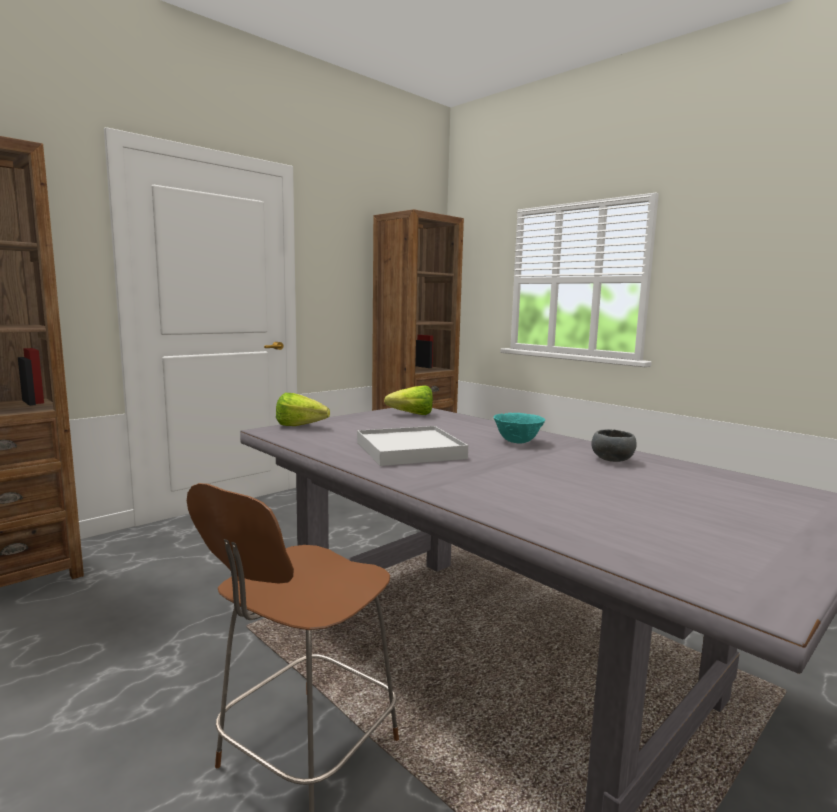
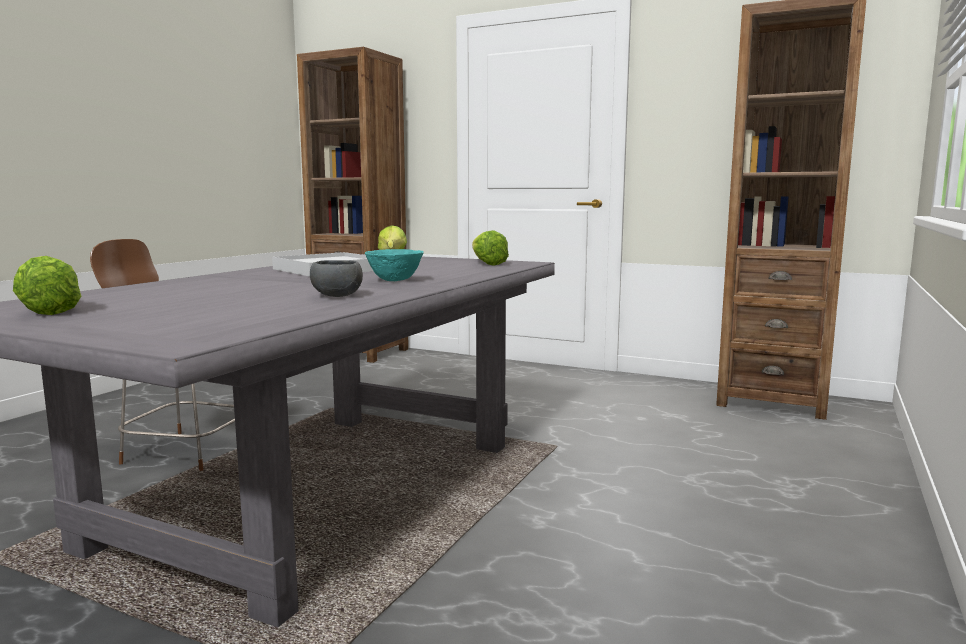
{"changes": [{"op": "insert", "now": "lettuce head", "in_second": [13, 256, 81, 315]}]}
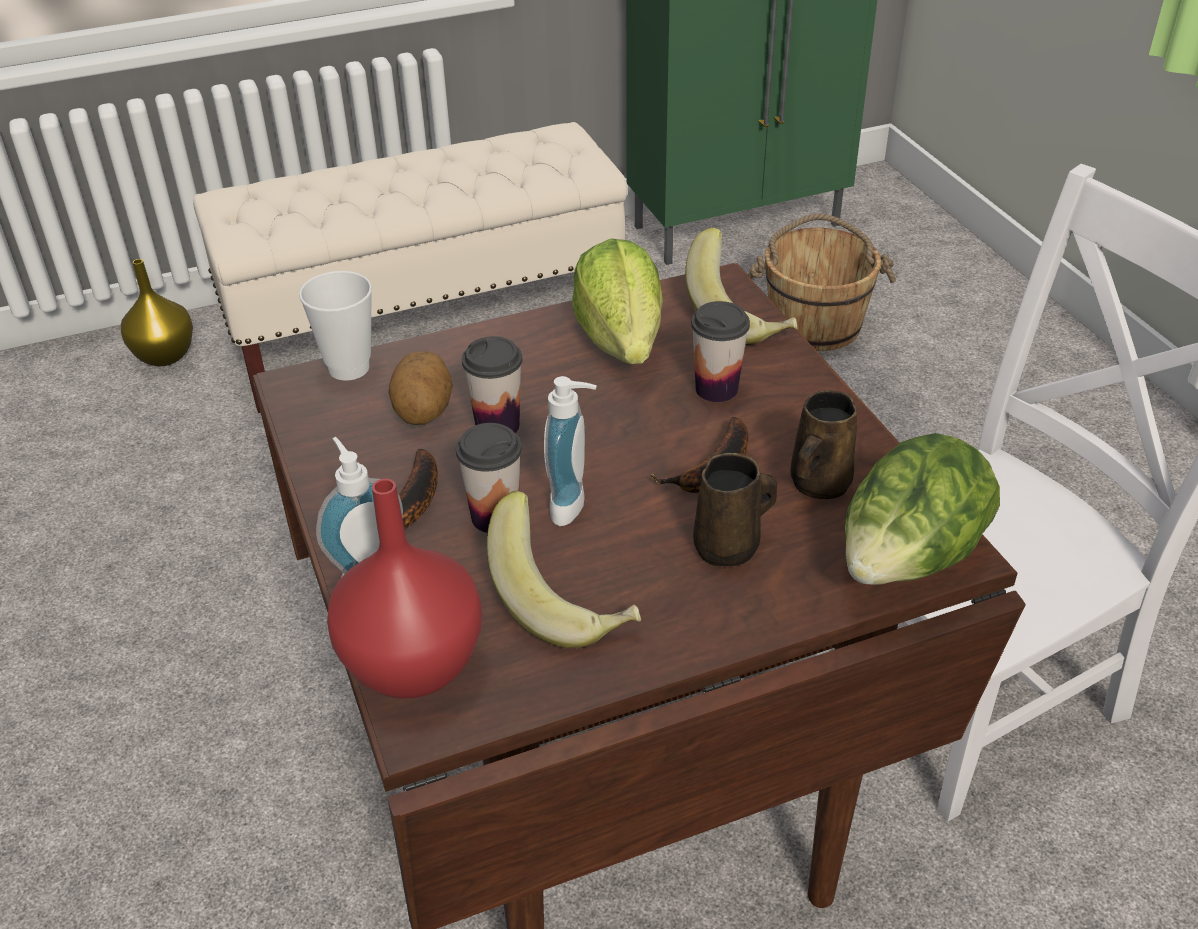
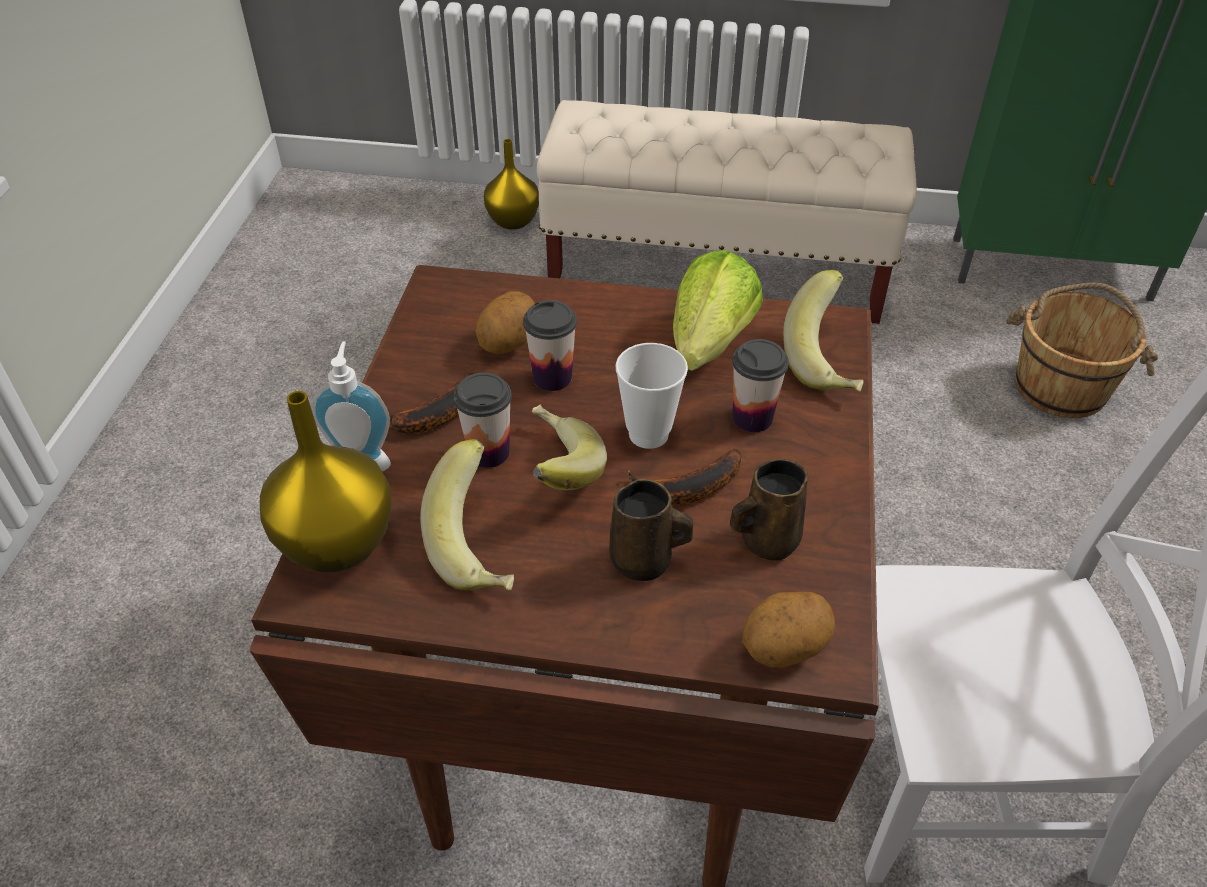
{"changes": [{"op": "move", "was": "cup", "in_first": [299, 271, 372, 381], "in_second": [615, 343, 688, 449]}, {"op": "recolor", "was": "reddish vase", "now": "yellow-coloured vase", "in_first": [327, 479, 482, 699], "in_second": [260, 391, 392, 572]}, {"op": "replace", "was": "soap bottle", "now": "banana fruit", "in_first": [544, 376, 597, 526], "in_second": [532, 405, 607, 490]}, {"op": "replace", "was": "lettuce head", "now": "potato", "in_first": [845, 433, 1000, 585], "in_second": [742, 592, 835, 667]}]}
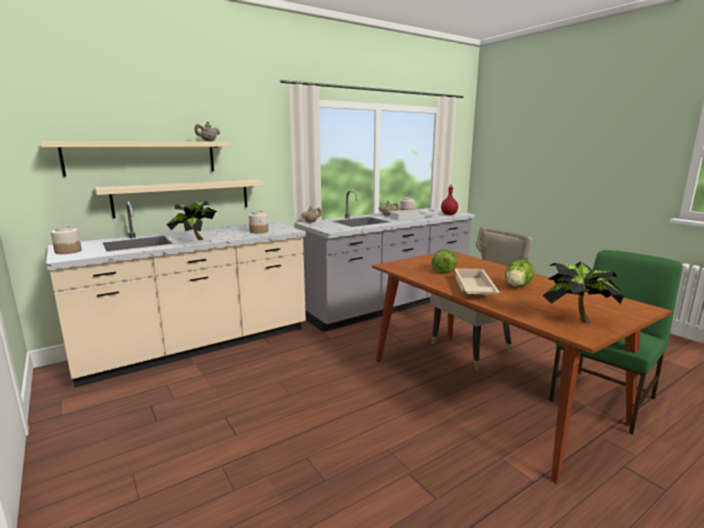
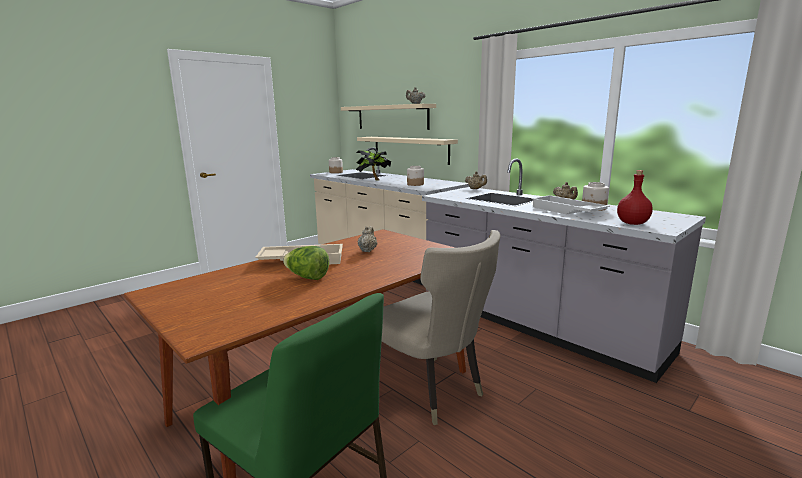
{"changes": [{"op": "replace", "was": "lettuce head", "now": "beige-coloured tea pot", "in_first": [431, 249, 457, 274], "in_second": [358, 226, 378, 252]}, {"op": "delete", "was": "plant in a pot", "in_first": [542, 262, 624, 324]}]}
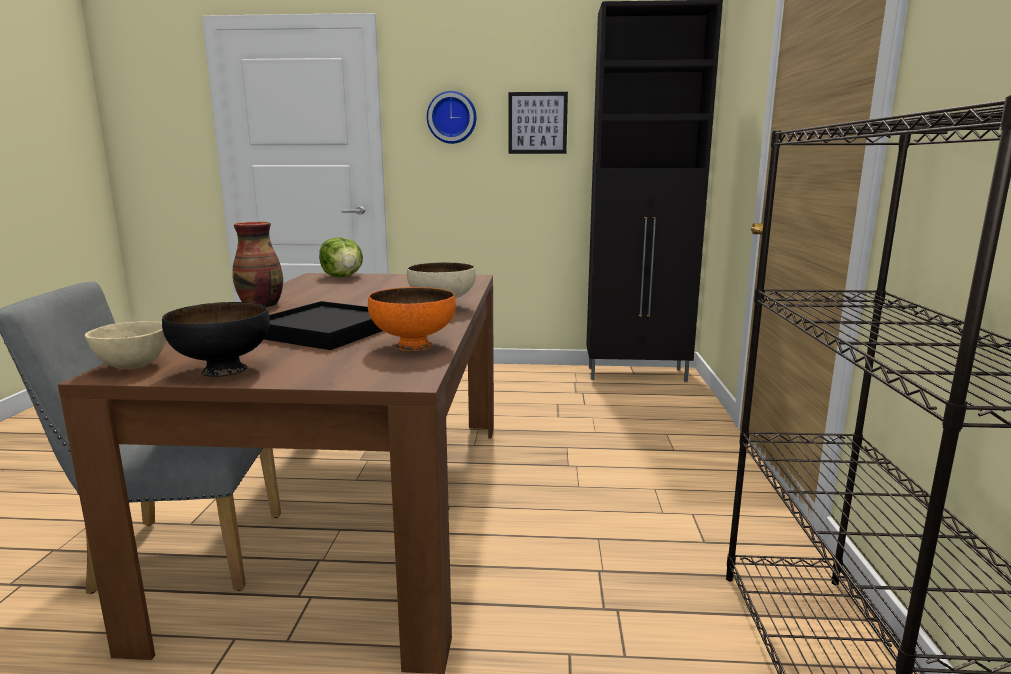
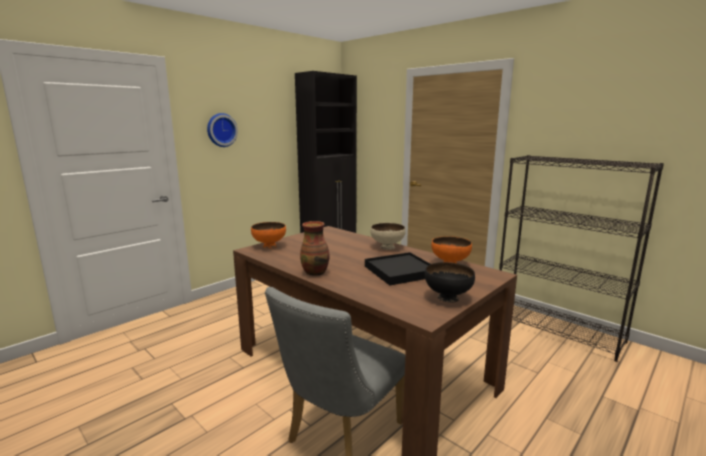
{"changes": [{"op": "delete", "was": "beige-coloured bowl", "in_first": [85, 321, 166, 369]}, {"op": "replace", "was": "lettuce head", "now": "orangey bowl", "in_first": [319, 237, 363, 277], "in_second": [251, 222, 286, 249]}, {"op": "delete", "was": "wall art", "in_first": [508, 92, 568, 154]}]}
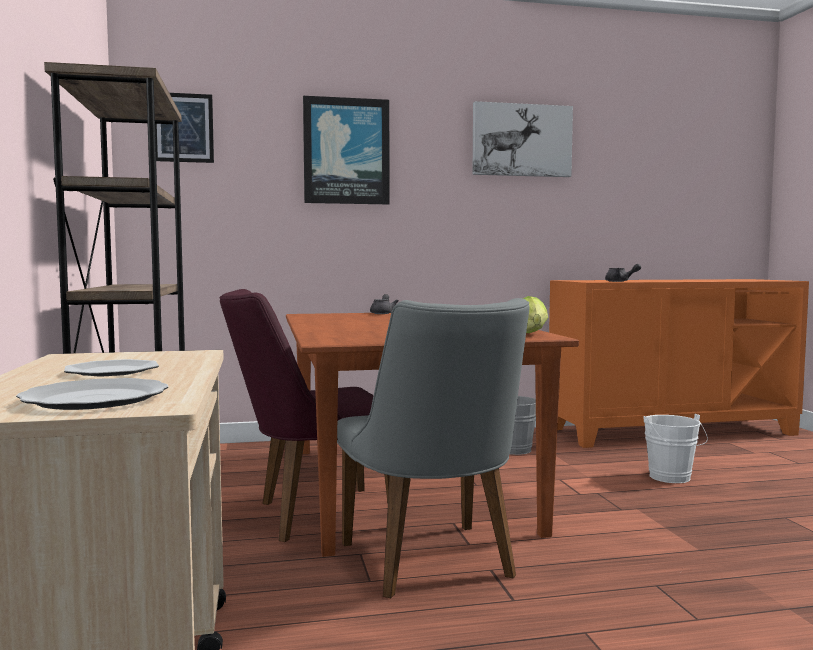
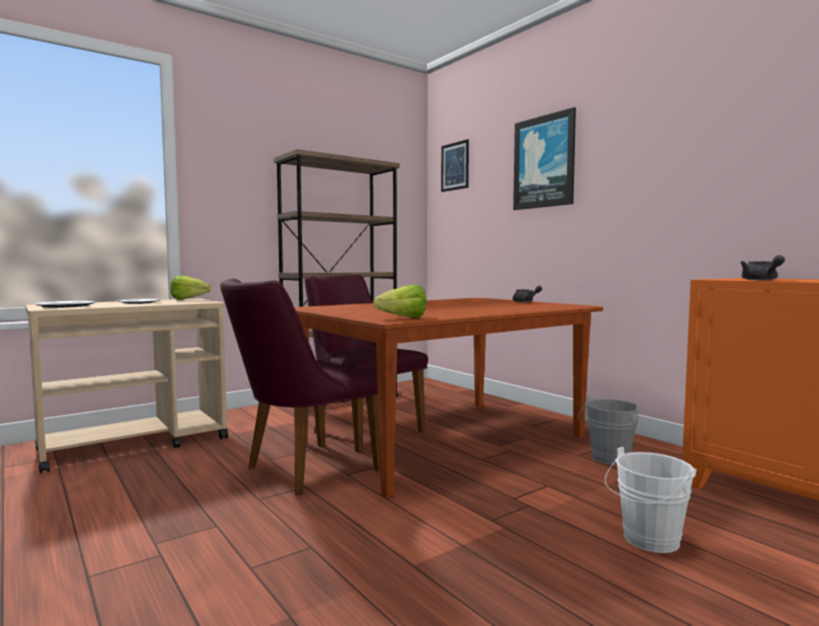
{"changes": [{"op": "recolor", "was": "grey plain chair", "now": "purple plain chair", "in_first": [337, 298, 530, 598], "in_second": [220, 278, 380, 495]}, {"op": "delete", "was": "wall art", "in_first": [472, 101, 573, 177]}, {"op": "insert", "now": "lettuce head", "in_second": [170, 275, 211, 300]}]}
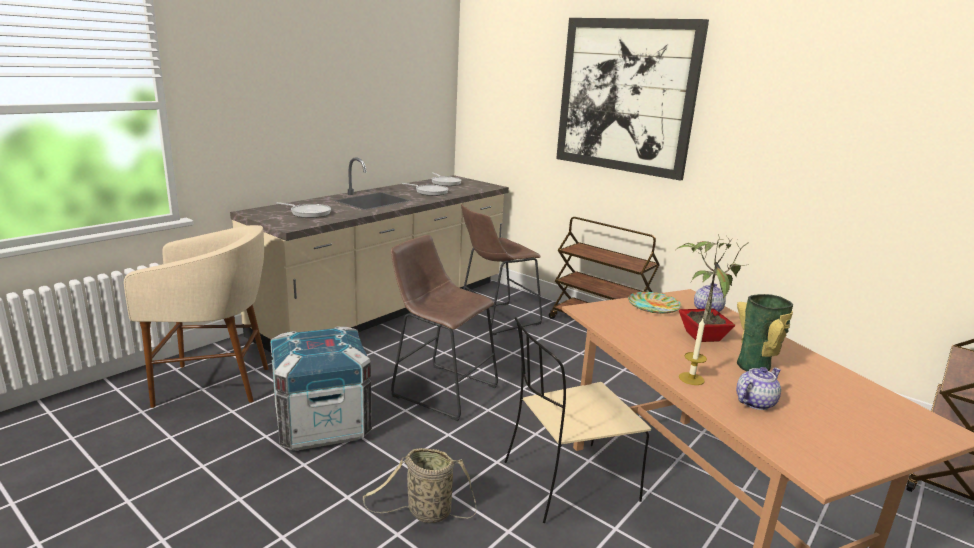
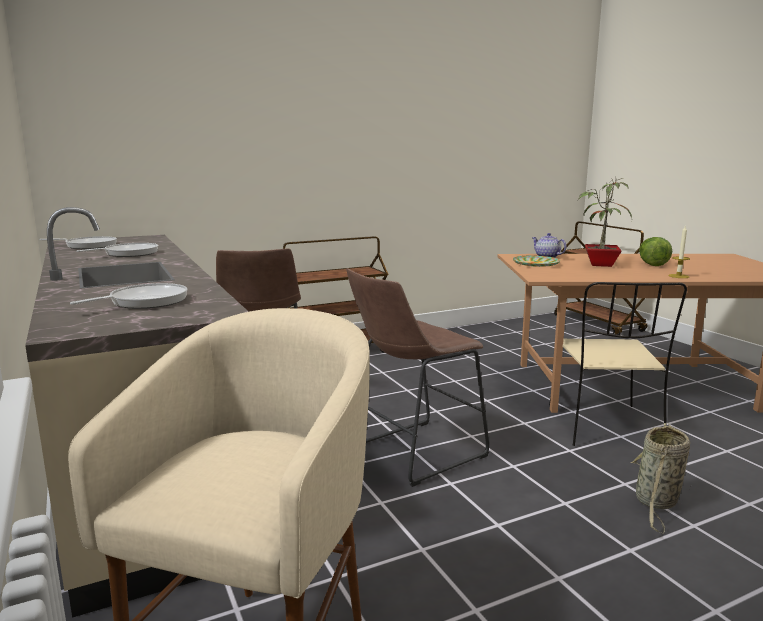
{"changes": [{"op": "delete", "was": "shipping crate", "in_first": [270, 327, 372, 451]}, {"op": "delete", "was": "wall art", "in_first": [556, 18, 709, 181]}, {"op": "delete", "was": "tea pot", "in_first": [736, 367, 781, 410]}, {"op": "replace", "was": "vase", "now": "lettuce head", "in_first": [737, 294, 793, 371], "in_second": [639, 237, 672, 266]}]}
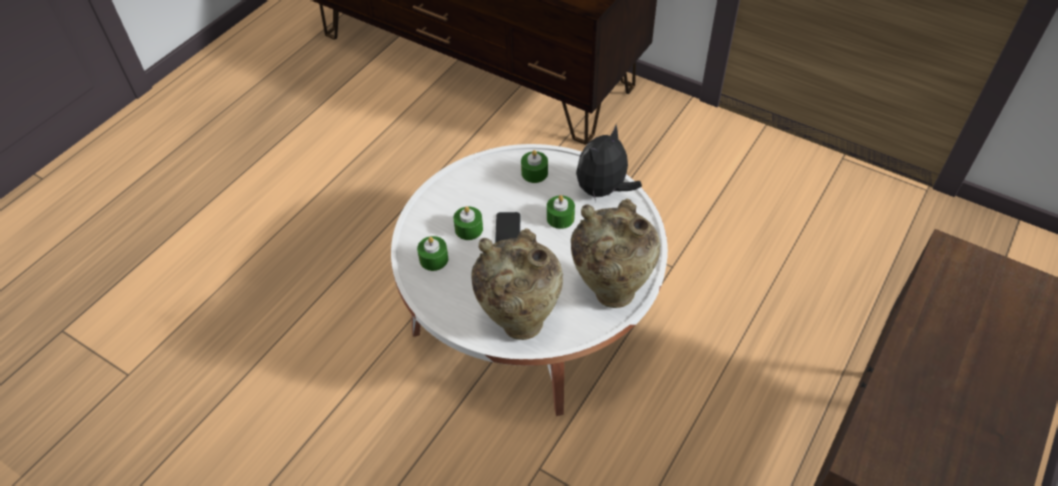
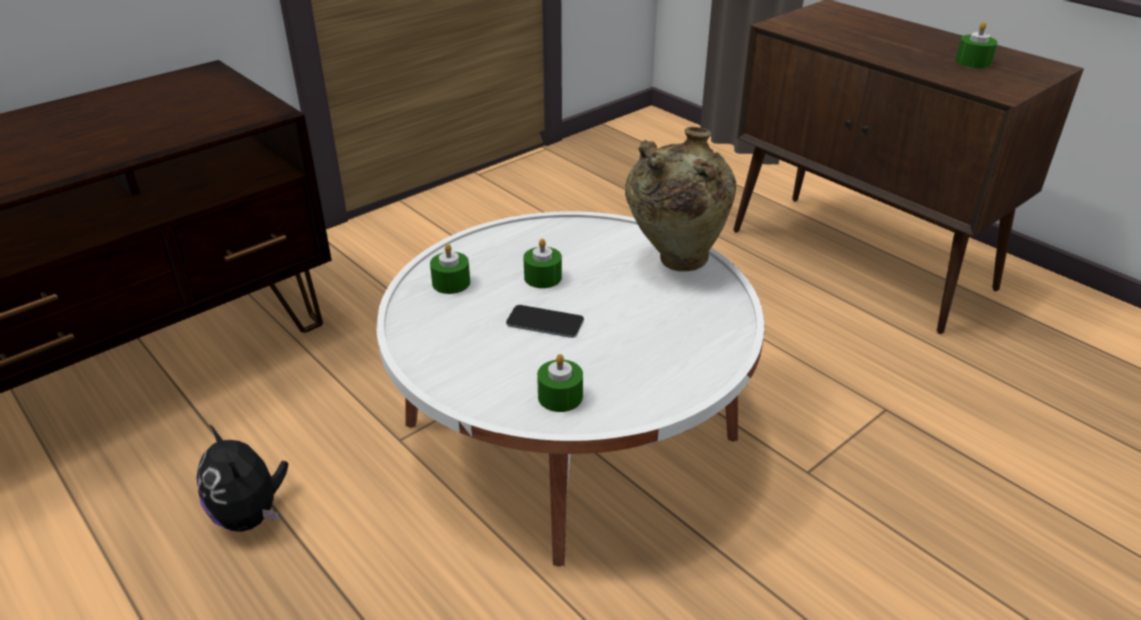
{"changes": [{"op": "move", "was": "green-coloured wax candle", "in_first": [453, 206, 483, 240], "in_second": [955, 21, 998, 68]}, {"op": "delete", "was": "beige-coloured vase", "in_first": [472, 228, 563, 340]}, {"op": "move", "was": "soft toy", "in_first": [576, 125, 642, 201], "in_second": [196, 424, 288, 532]}]}
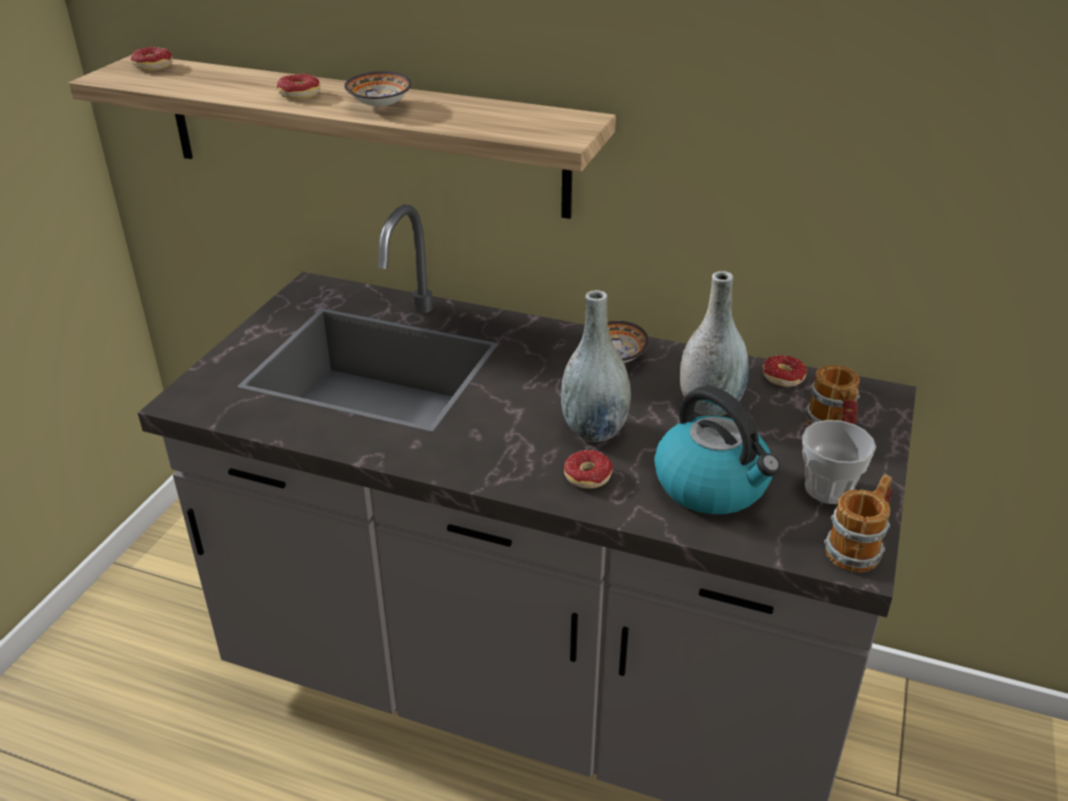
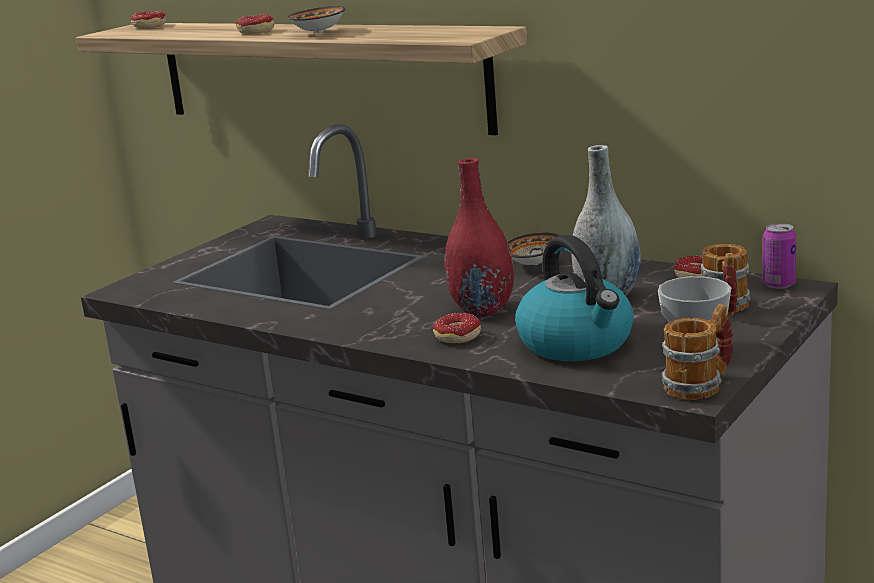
{"changes": [{"op": "recolor", "was": "grey vase", "now": "reddish vase", "in_first": [561, 290, 631, 442], "in_second": [445, 158, 514, 316]}, {"op": "insert", "now": "metal can", "in_second": [762, 223, 796, 289]}]}
